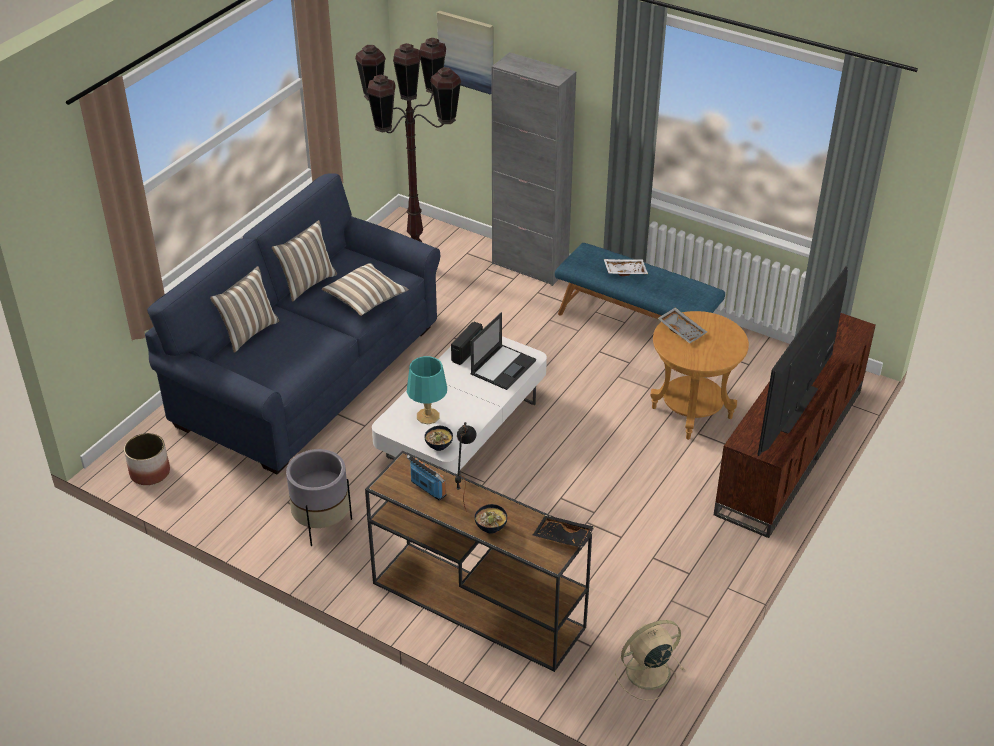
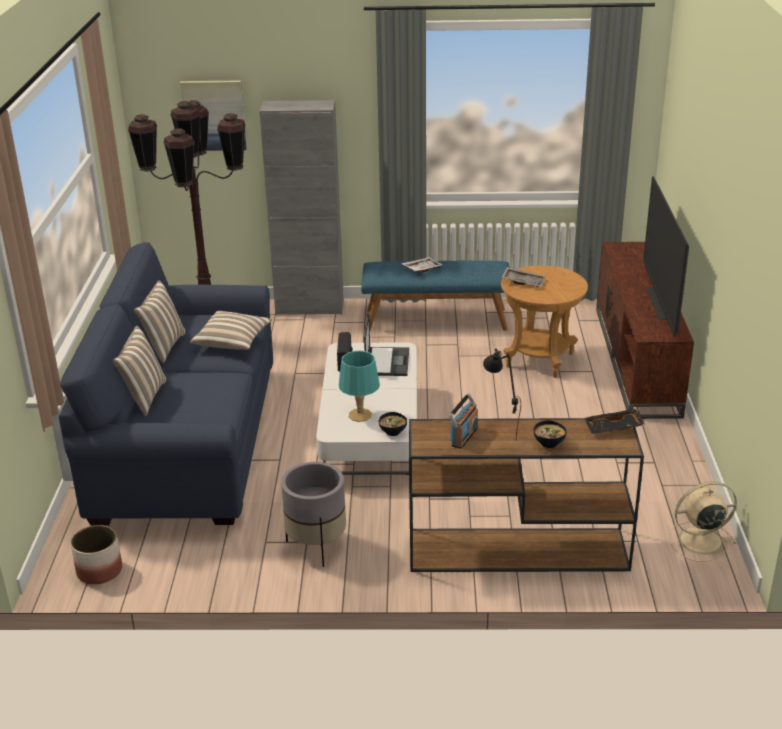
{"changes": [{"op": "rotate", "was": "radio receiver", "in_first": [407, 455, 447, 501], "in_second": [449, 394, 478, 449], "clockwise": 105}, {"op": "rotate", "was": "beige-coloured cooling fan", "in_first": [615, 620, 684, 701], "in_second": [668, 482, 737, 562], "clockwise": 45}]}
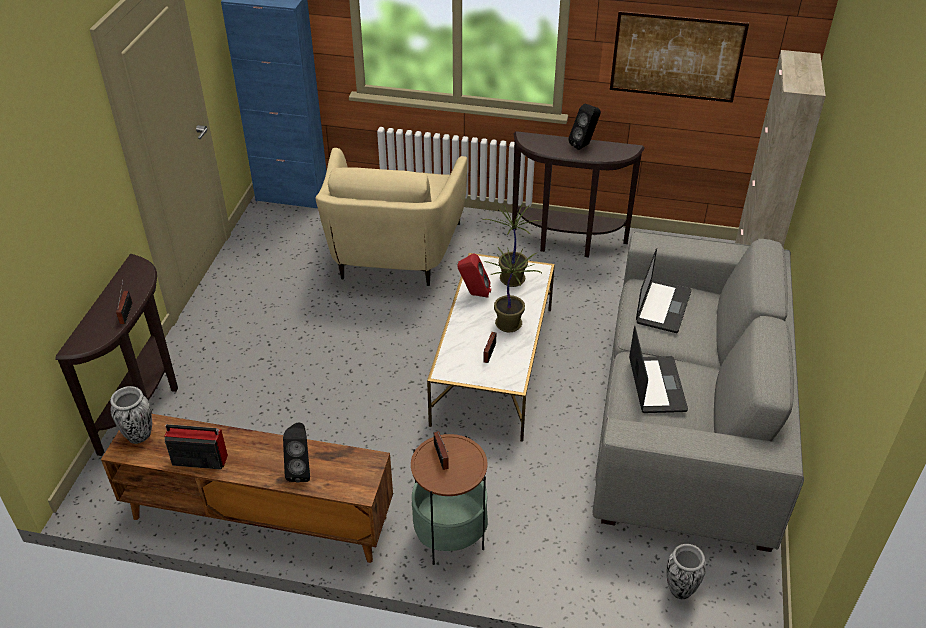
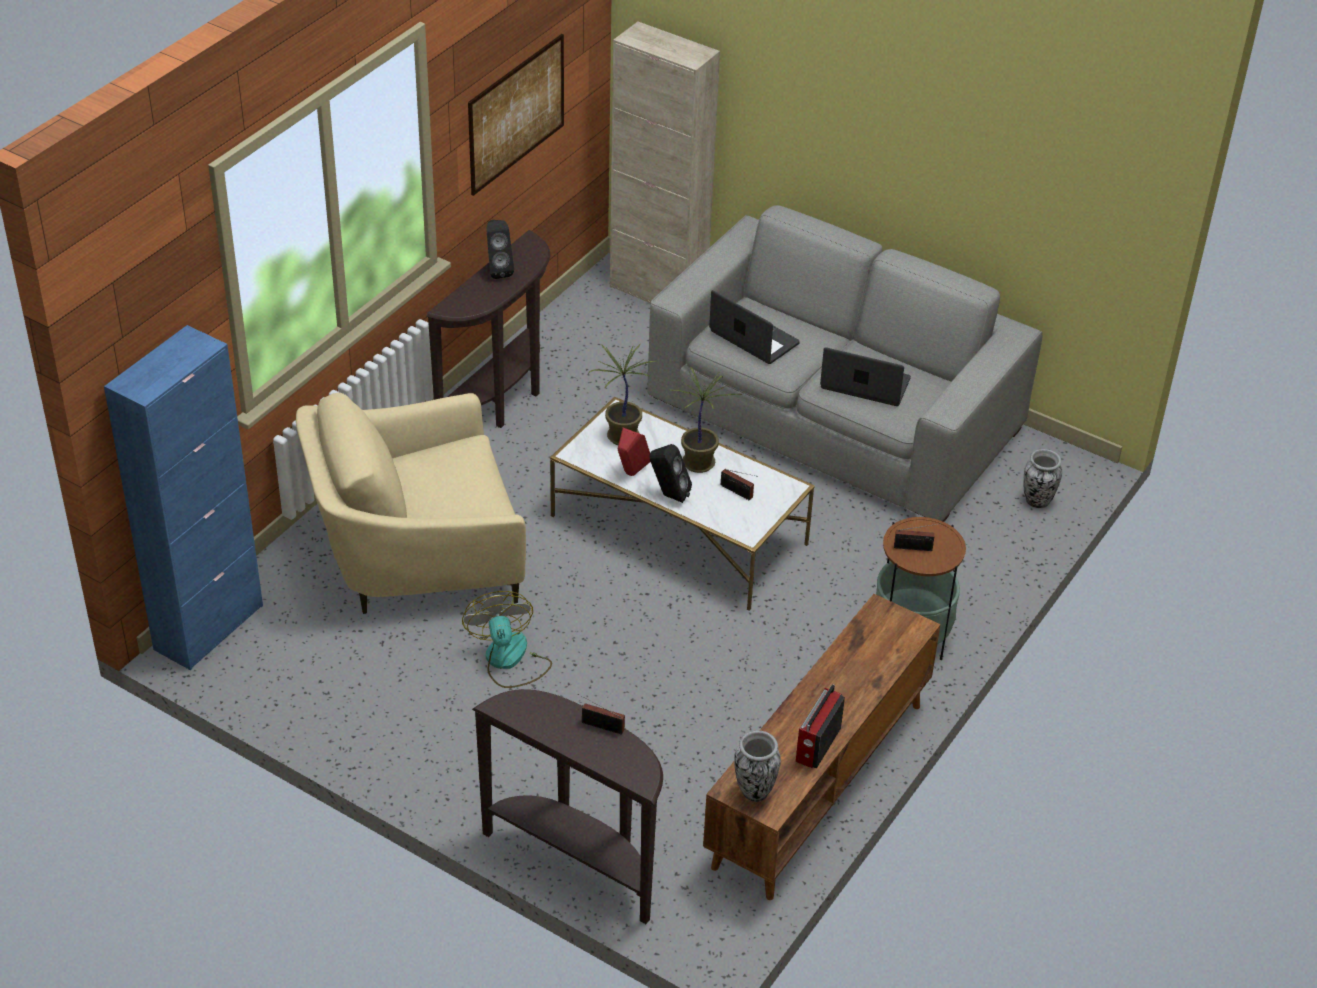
{"changes": [{"op": "move", "was": "blackish loudspeaker", "in_first": [283, 422, 310, 483], "in_second": [649, 444, 692, 503]}, {"op": "rotate", "was": "beige-coloured easy chair", "in_first": [315, 148, 467, 286], "in_second": [296, 393, 526, 614], "clockwise": 135}, {"op": "insert", "now": "cooling fan", "in_second": [462, 591, 552, 688]}]}
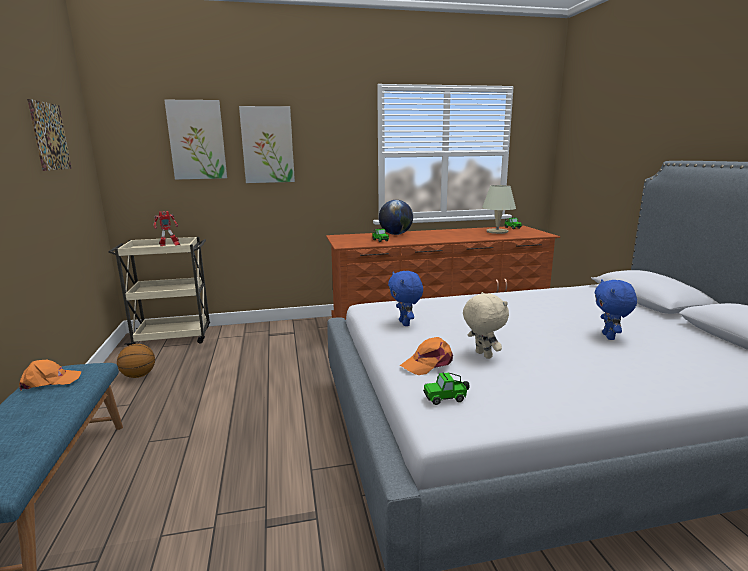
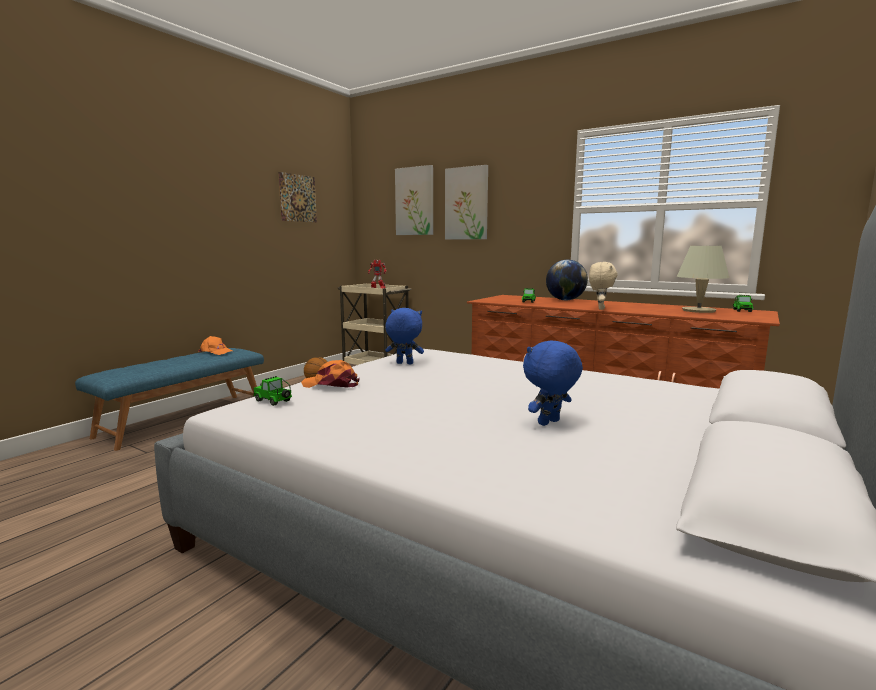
{"changes": [{"op": "rotate", "was": "bluish soft toy", "in_first": [388, 271, 423, 326], "in_second": [385, 308, 424, 364], "clockwise": 75}, {"op": "move", "was": "beige-coloured soft toy", "in_first": [463, 292, 509, 359], "in_second": [589, 262, 618, 310]}]}
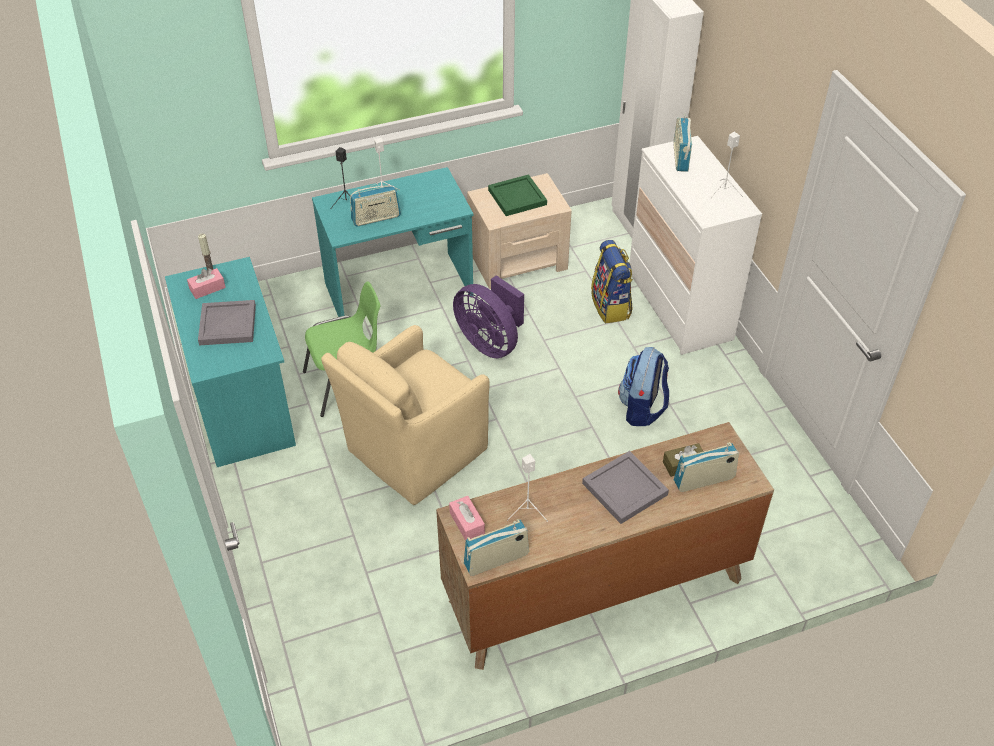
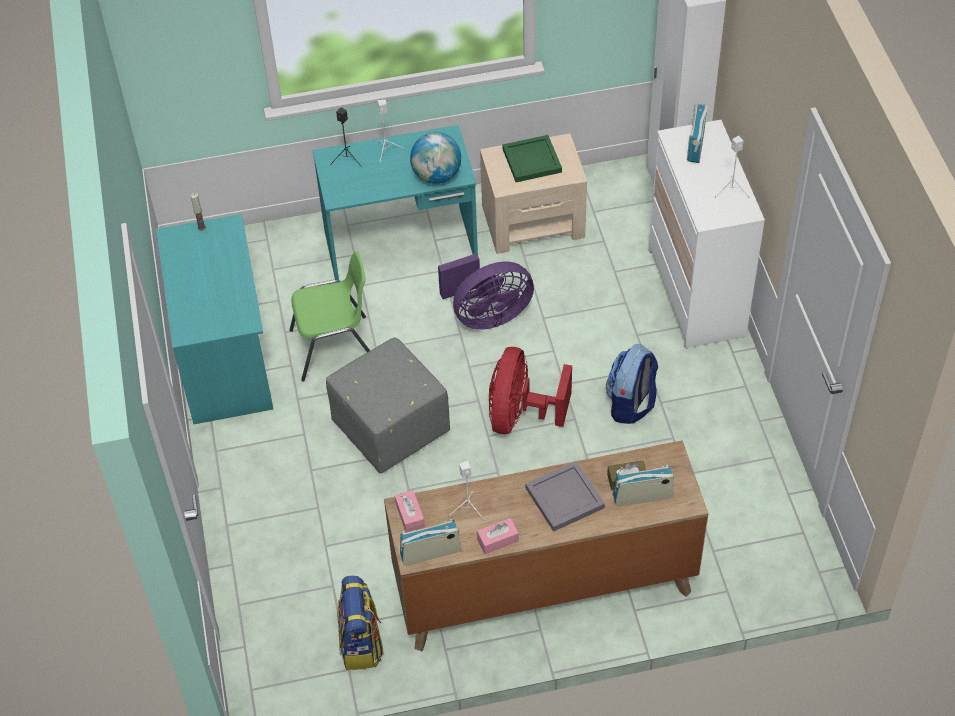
{"changes": [{"op": "move", "was": "pink tissue holder", "in_first": [187, 268, 226, 299], "in_second": [477, 518, 519, 554]}, {"op": "delete", "was": "grey tray", "in_first": [198, 300, 256, 345]}, {"op": "replace", "was": "beige-coloured easy chair", "now": "grey pouffe", "in_first": [321, 325, 490, 505], "in_second": [326, 338, 450, 474]}, {"op": "delete", "was": "radio receiver", "in_first": [350, 185, 401, 227]}, {"op": "rotate", "was": "purple cooling fan", "in_first": [453, 275, 524, 358], "in_second": [438, 254, 534, 330], "clockwise": -75}, {"op": "move", "was": "knapsack", "in_first": [591, 240, 633, 323], "in_second": [337, 576, 384, 670]}, {"op": "insert", "now": "globe", "in_second": [410, 132, 461, 184]}, {"op": "insert", "now": "reddish cooling fan", "in_second": [489, 347, 572, 434]}]}
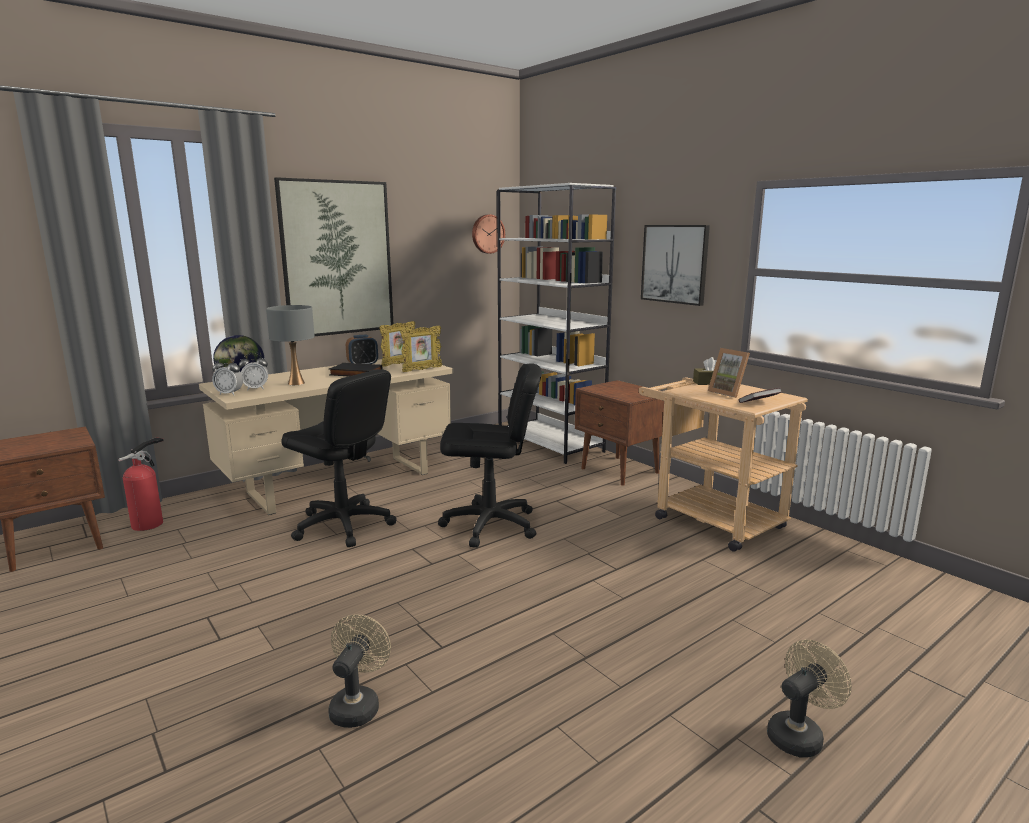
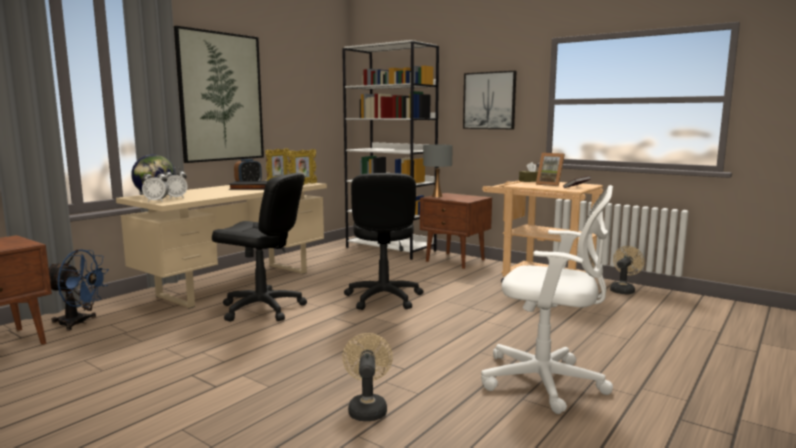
{"changes": [{"op": "replace", "was": "extinguisher", "now": "bluish cooling fan", "in_first": [118, 437, 164, 531], "in_second": [49, 250, 109, 331]}, {"op": "move", "was": "grey lamp for a table", "in_first": [266, 305, 315, 385], "in_second": [423, 144, 453, 197]}, {"op": "rotate", "was": "blackish computer chair", "in_first": [438, 364, 542, 548], "in_second": [344, 173, 423, 310], "clockwise": 105}, {"op": "delete", "was": "clock on the wall", "in_first": [472, 215, 505, 254]}, {"op": "move", "was": "beige-coloured cooling fan", "in_first": [767, 640, 851, 757], "in_second": [610, 246, 644, 295]}, {"op": "insert", "now": "white-coloured computer chair", "in_second": [481, 185, 613, 414]}]}
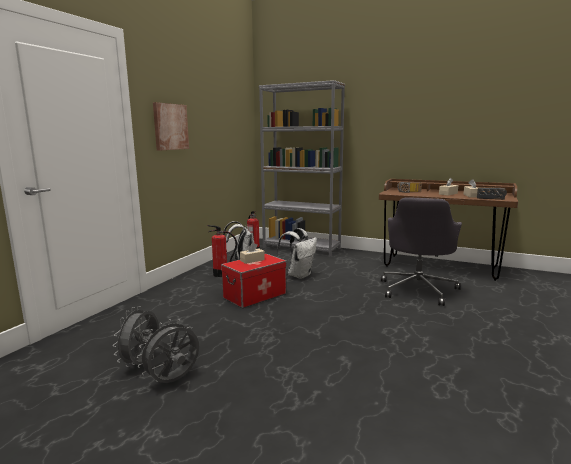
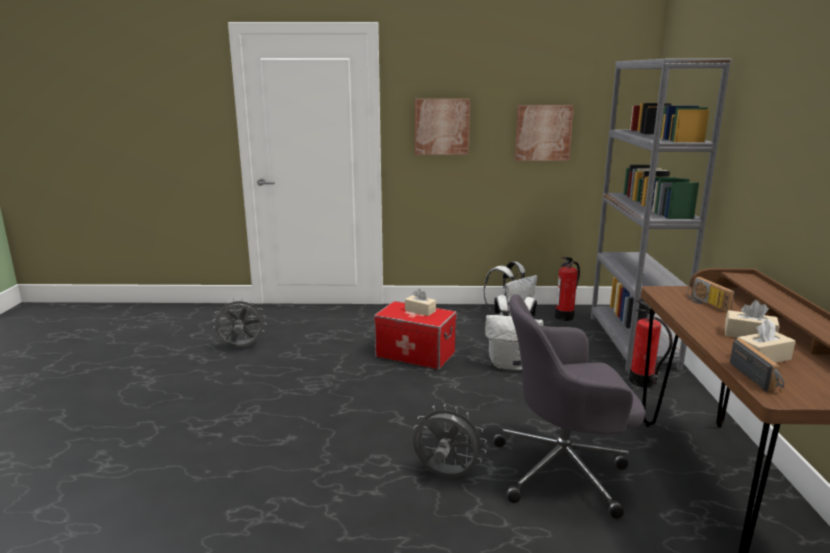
{"changes": [{"op": "move", "was": "grey cooling fan", "in_first": [137, 319, 199, 383], "in_second": [413, 404, 487, 477]}, {"op": "move", "was": "extinguisher", "in_first": [207, 225, 237, 277], "in_second": [629, 299, 673, 387]}, {"op": "insert", "now": "wall art", "in_second": [515, 105, 574, 161]}]}
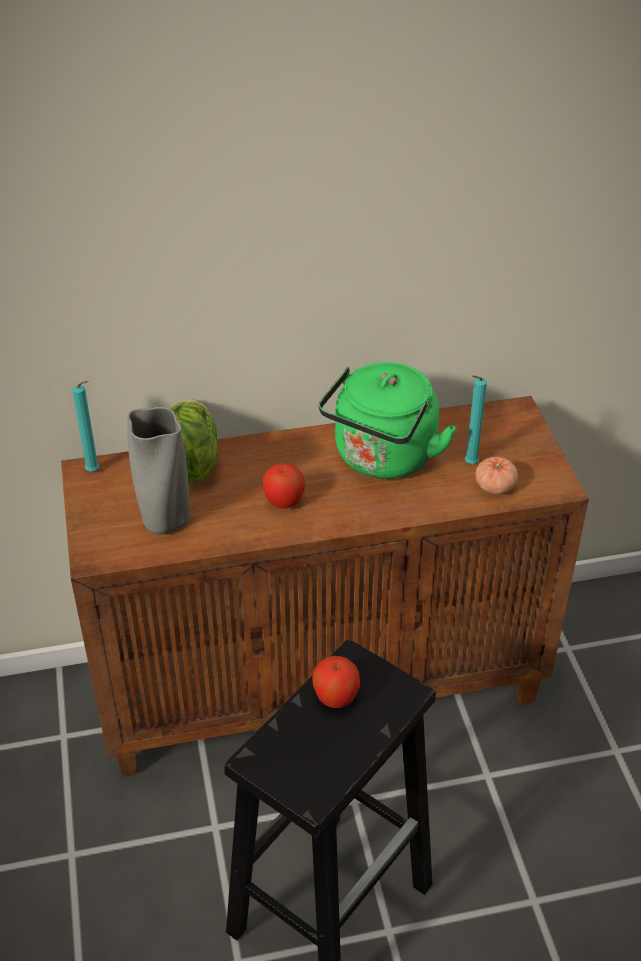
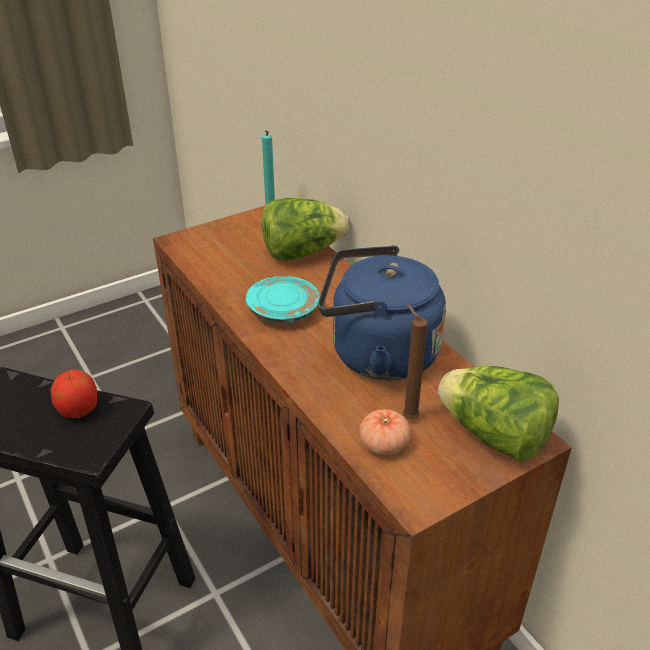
{"changes": [{"op": "delete", "was": "grey vase", "in_first": [127, 407, 190, 534]}, {"op": "replace", "was": "apple fruit", "now": "turquoise flat dish", "in_first": [263, 463, 305, 509], "in_second": [246, 276, 320, 323]}, {"op": "recolor", "was": "green-coloured water kettle", "now": "bluish water kettle", "in_first": [319, 362, 457, 479], "in_second": [318, 245, 446, 381]}, {"op": "recolor", "was": "turquoise wax candle", "now": "brownish wax candle", "in_first": [465, 375, 487, 464], "in_second": [403, 304, 428, 419]}, {"op": "insert", "now": "lettuce head", "in_second": [438, 366, 559, 462]}]}
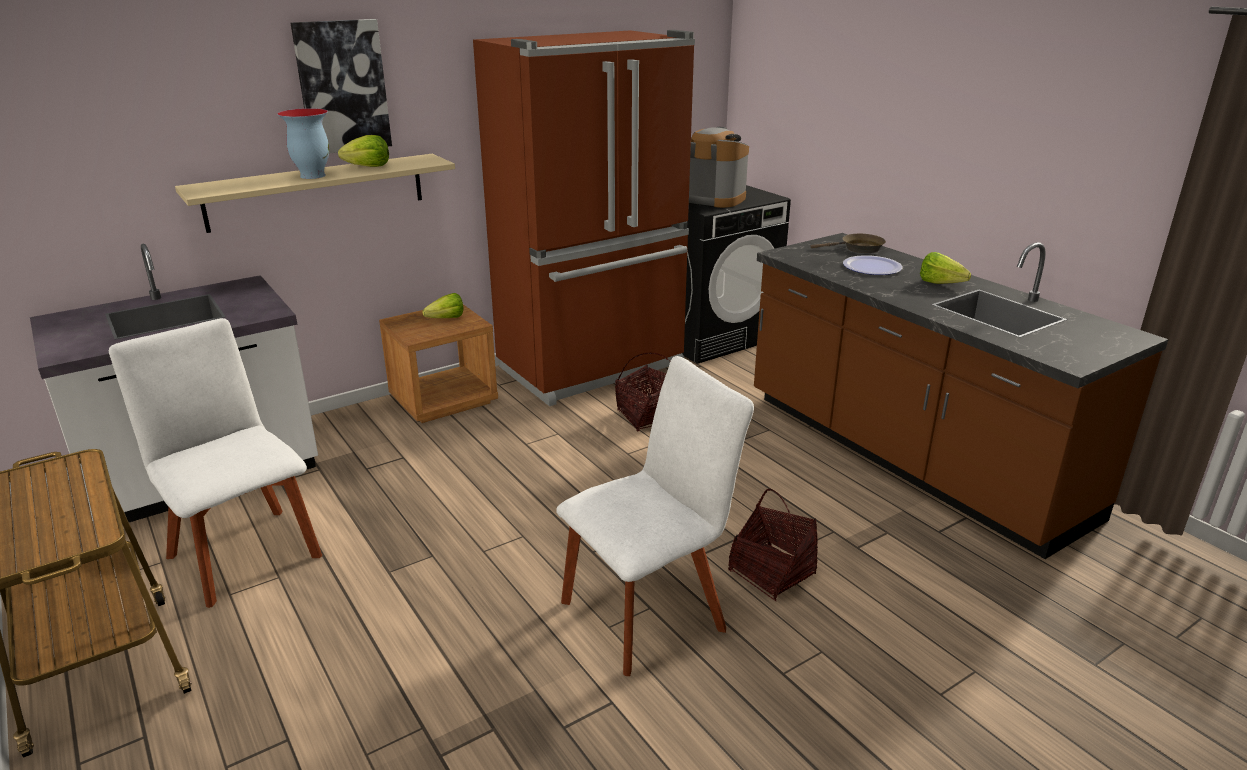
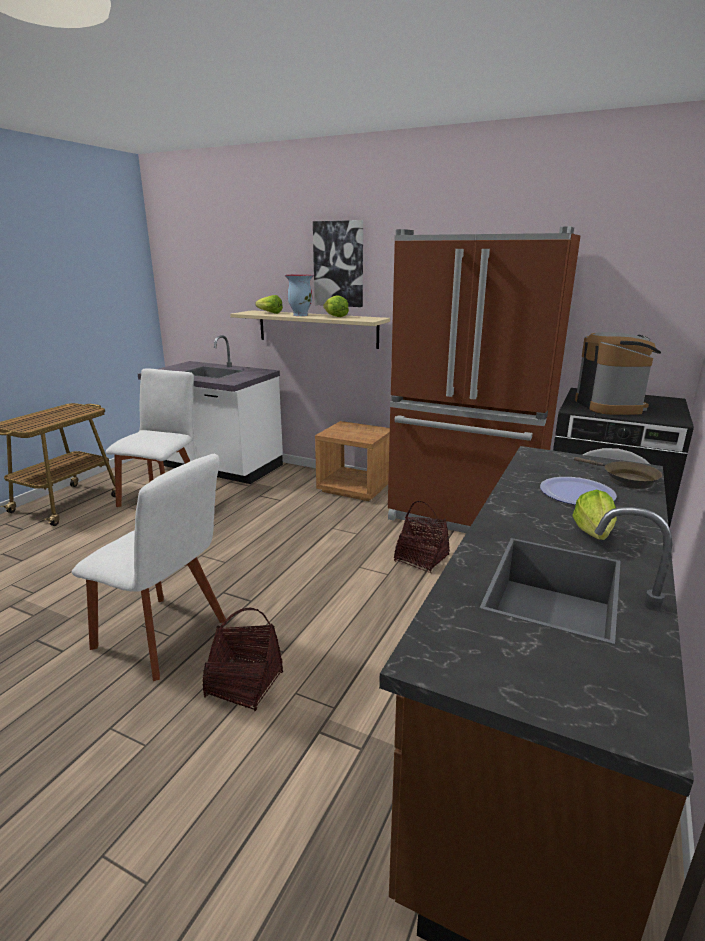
{"changes": [{"op": "move", "was": "lettuce head", "in_first": [423, 293, 463, 318], "in_second": [255, 295, 283, 314]}]}
